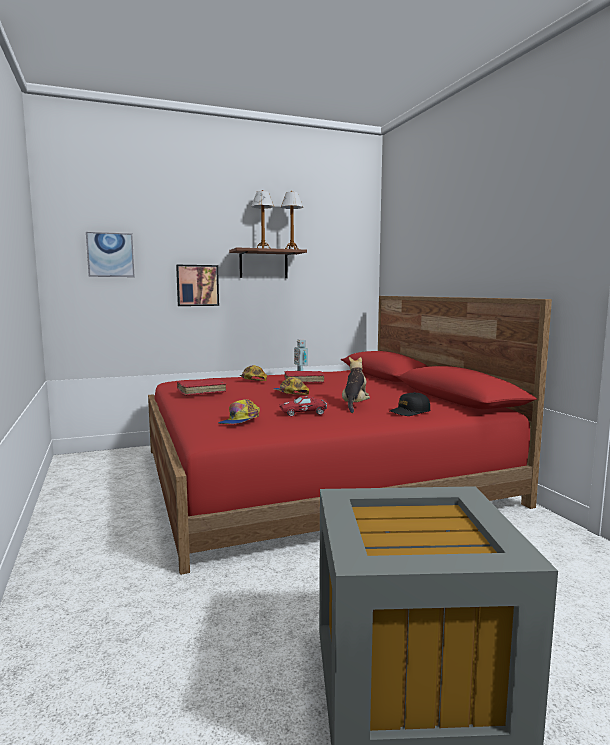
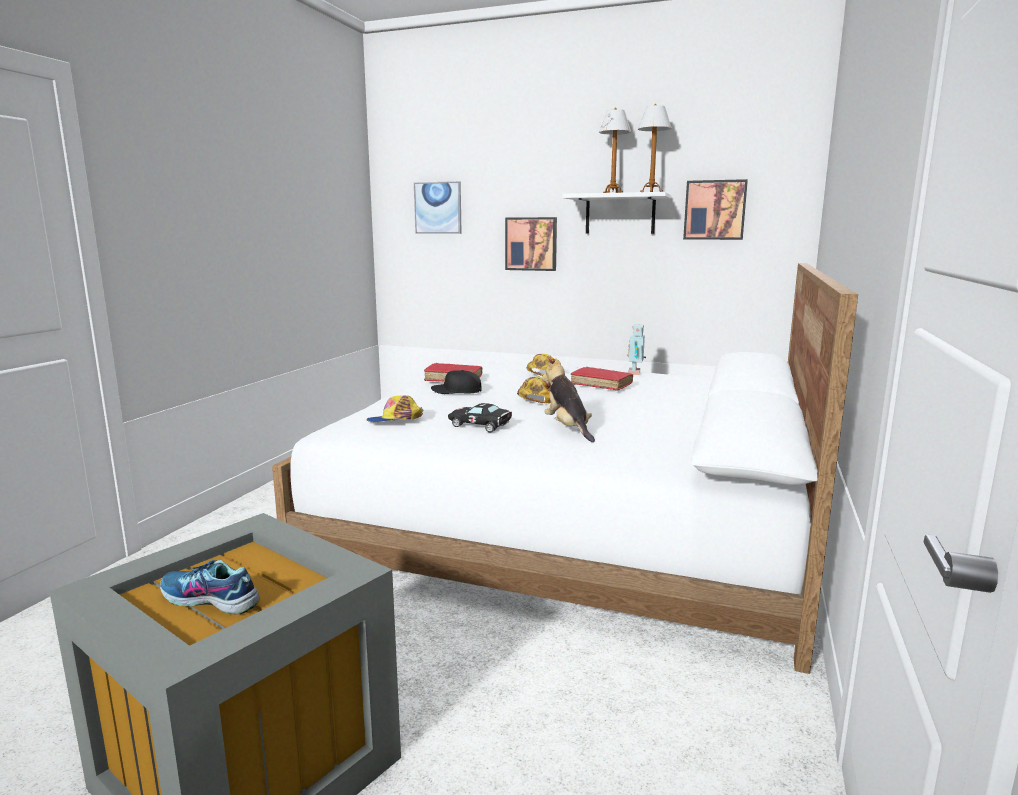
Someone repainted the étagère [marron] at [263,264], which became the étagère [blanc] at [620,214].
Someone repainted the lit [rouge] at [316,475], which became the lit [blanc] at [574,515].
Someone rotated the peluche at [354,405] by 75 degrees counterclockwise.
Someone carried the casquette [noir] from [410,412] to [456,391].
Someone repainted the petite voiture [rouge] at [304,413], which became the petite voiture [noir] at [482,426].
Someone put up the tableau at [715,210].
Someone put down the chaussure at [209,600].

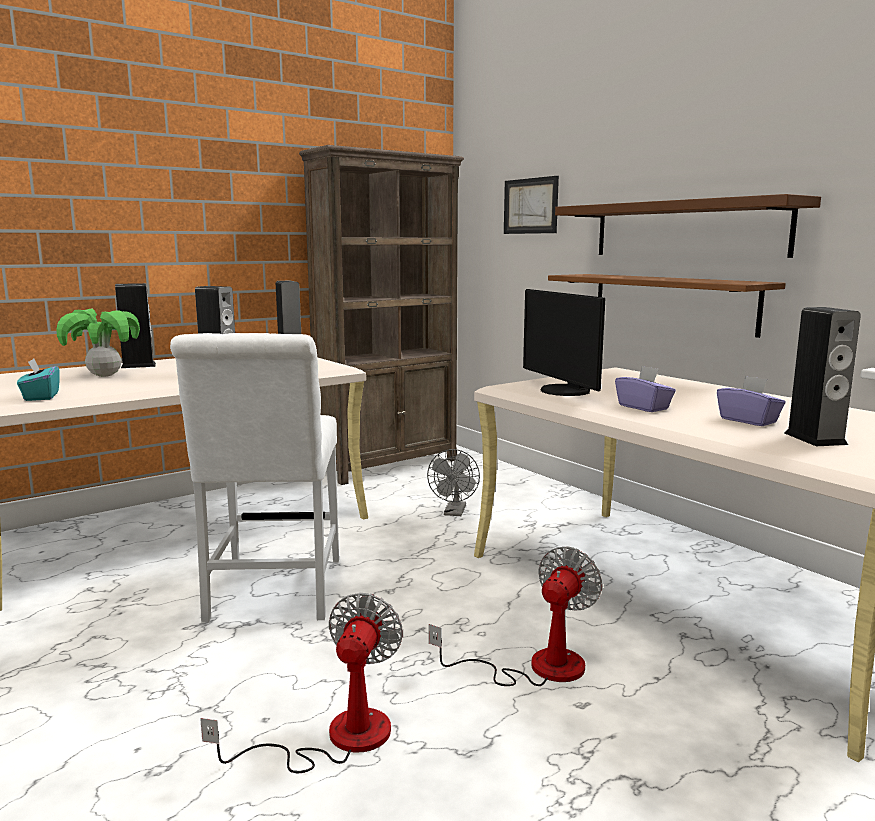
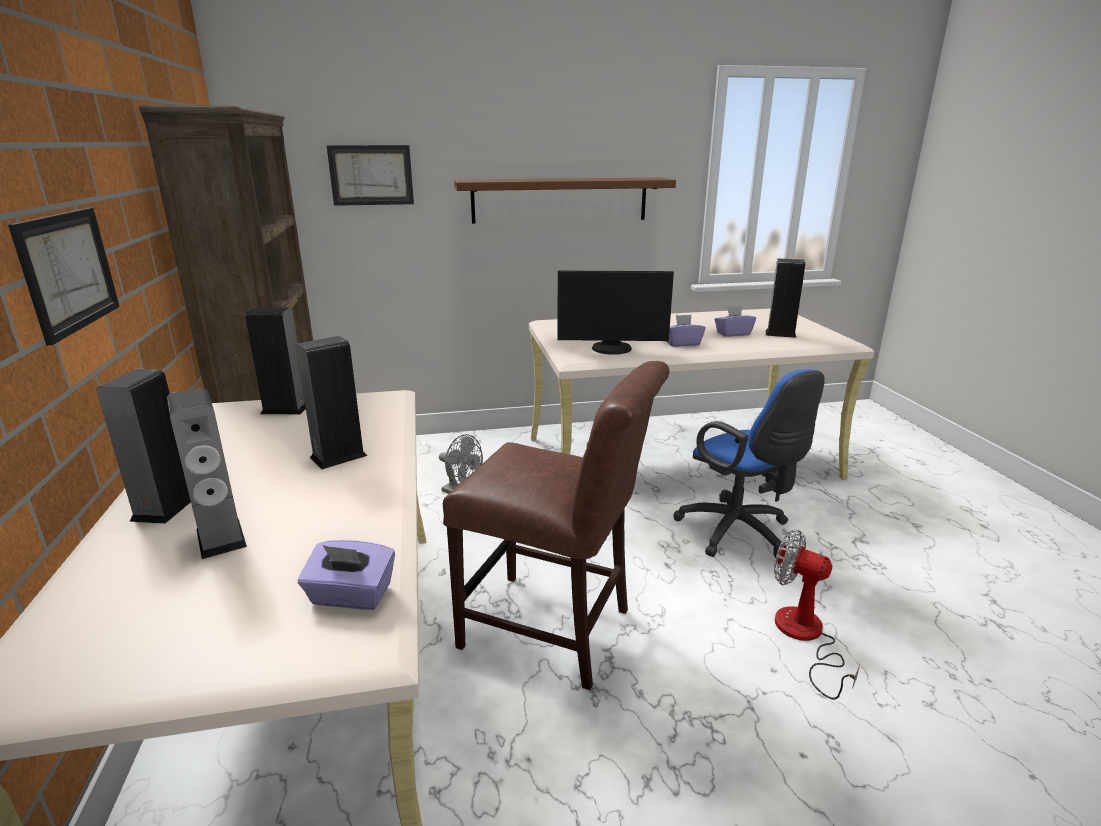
Someone took away the étagère at [672,302].
Someone swapped the plante en pot at [105,375] for the enceinte at [221,538].
Someone repainted the chaise [blanc] at [272,593], which became the chaise [marron] at [554,631].
Someone repainted the boîte à mouchoirs [turquoise] at [41,397], which became the boîte à mouchoirs [violet] at [351,596].
Someone swapped the ventilateur at [537,667] for the chaise de bureau [bleu] at [739,533].
Someone put up the tableau at [68,271].

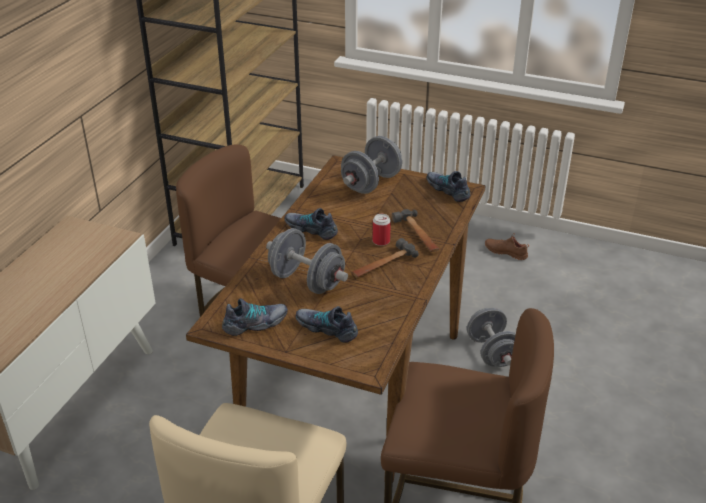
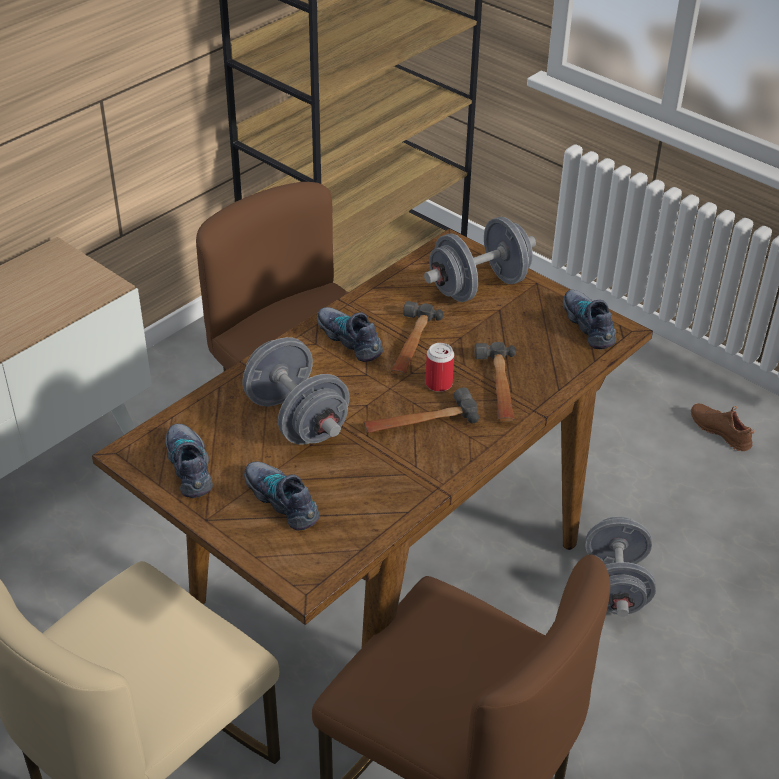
Someone rotated the chaussure at [256,324] by 105 degrees counterclockwise.
Someone put down the marteau at [411,344].

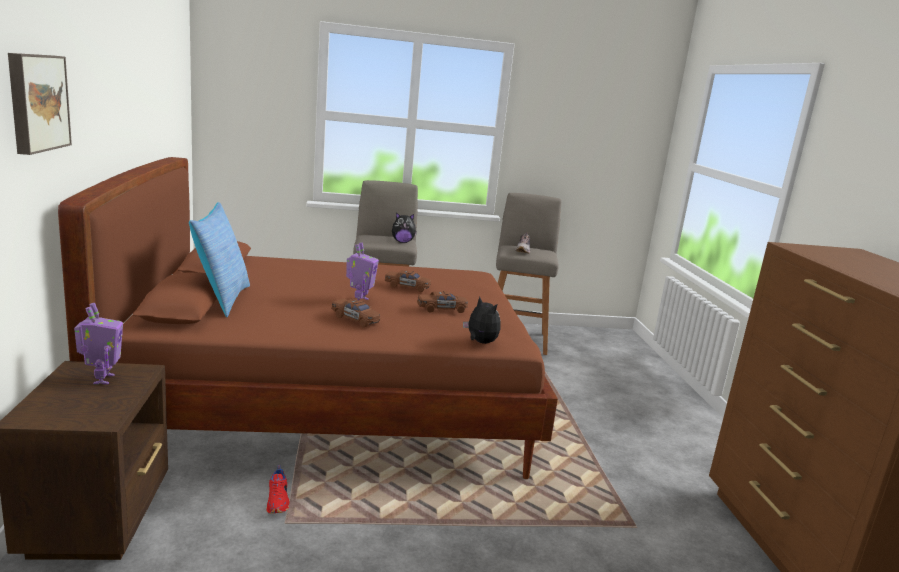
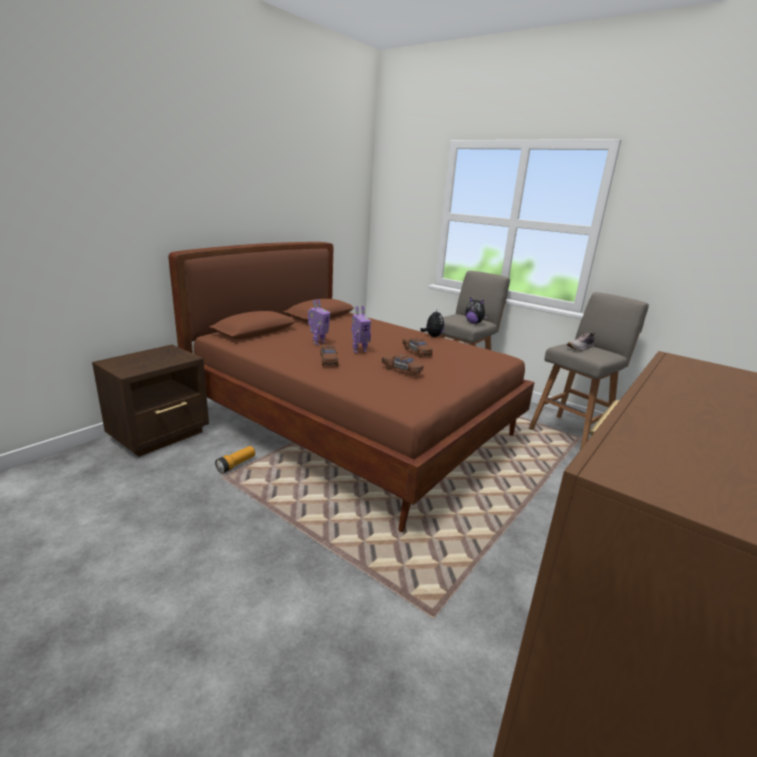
Someone took away the tableau at [36,102].
Someone took away the coussin at [221,299].
Someone carried the peluche from [480,342] to [432,336].
Someone carried the robot jouet from [102,379] to [318,342].
Someone swapped the chaussure [rouge] at [278,501] for the lampe de poche at [236,465].

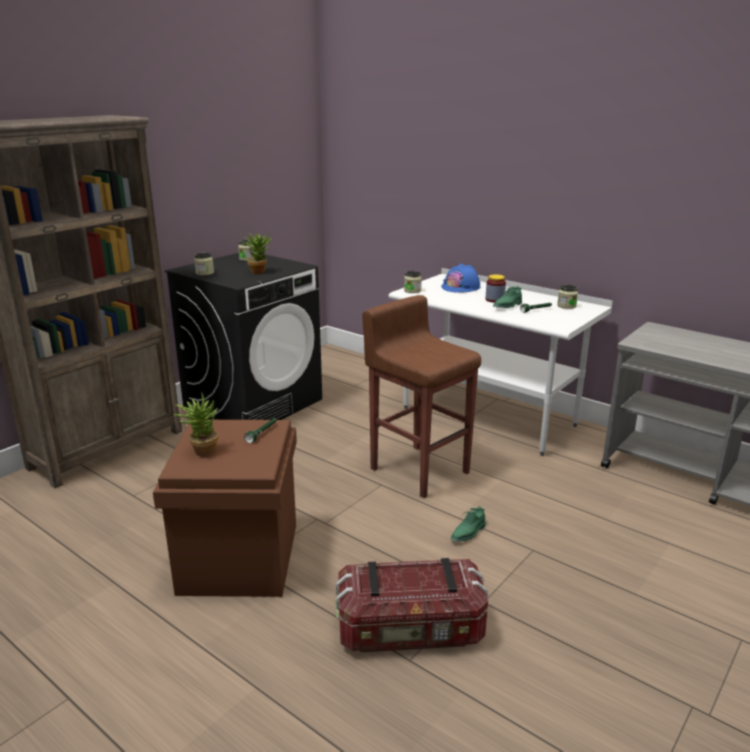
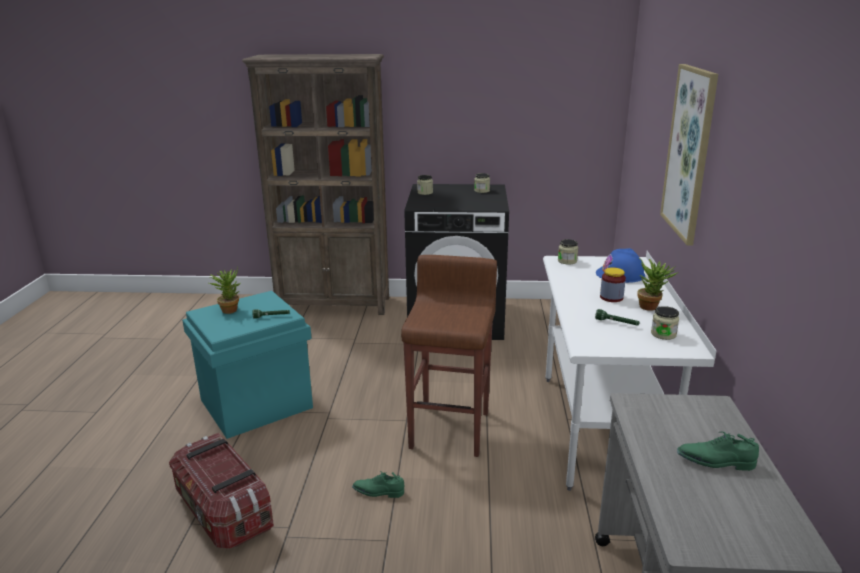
Someone carried the plante en pot from [259,271] to [651,306].
Someone carried the chaussure [vert] from [507,306] to [715,462].
Someone repainted the boîte de rangement [marron] at [240,559], which became the boîte de rangement [turquoise] at [255,404].
Someone put up the tableau at [689,152].

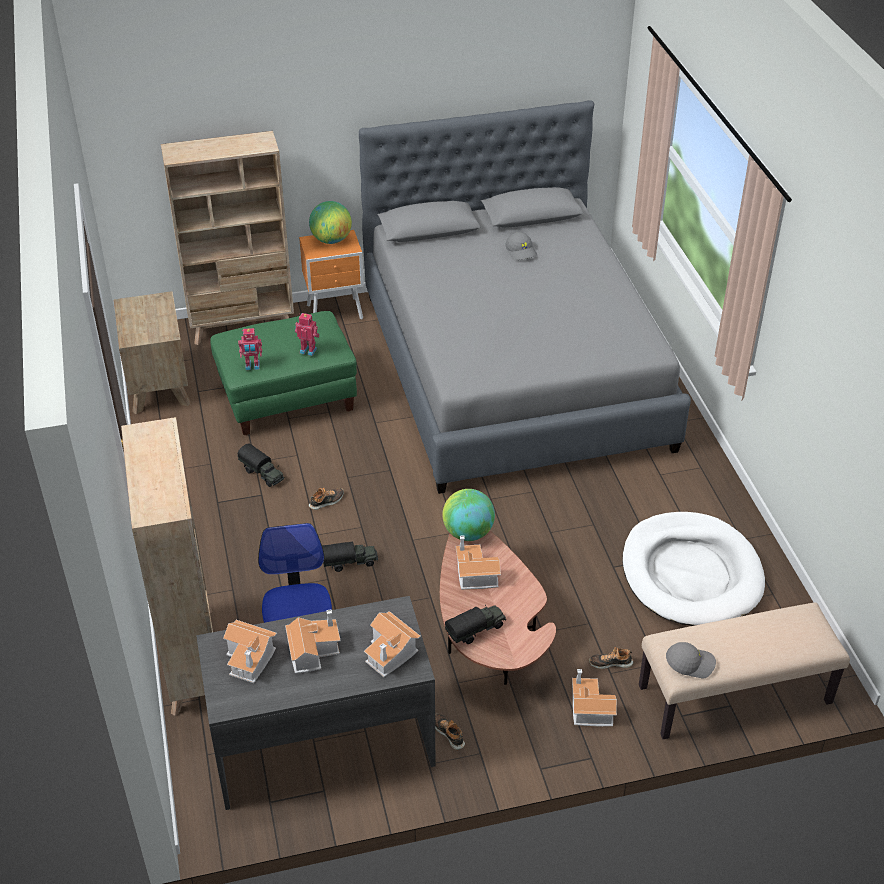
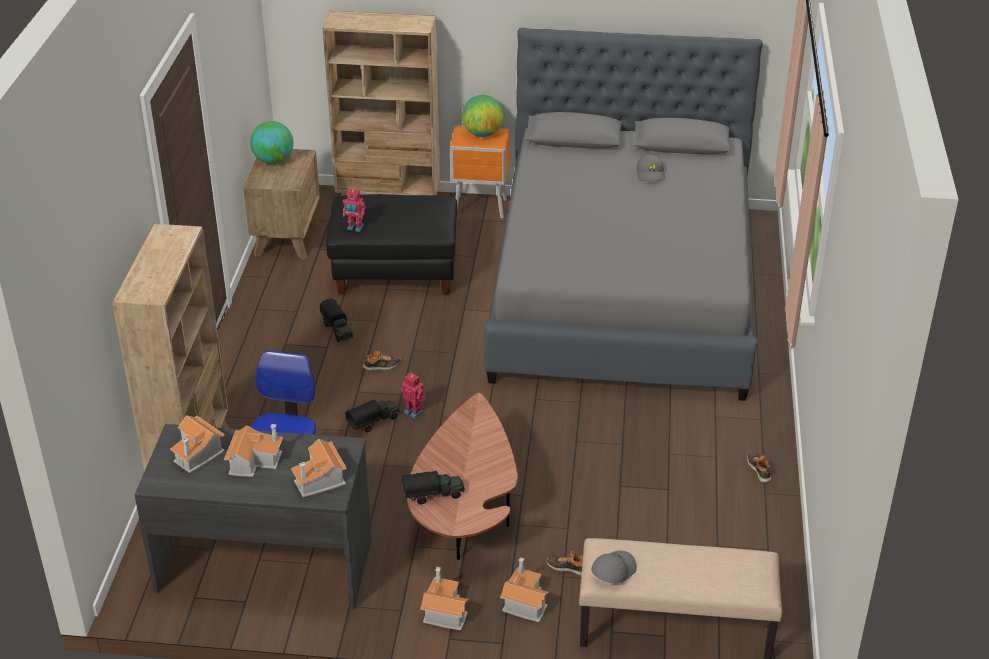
Someone repainted the pouf [vert] at [287,398], which became the pouf [noir] at [395,271].
Someone carried the robot jouet from [308,350] to [414,411].
Someone carried the globe from [468,533] to [273,161].
Someone took away the panier pour chien [blanc] at [691,574].
Someone carried the maison miniature from [474,574] to [443,610].
Someone rotated the camion jouet at [350,562] by 45 degrees counterclockwise.
Someone rotated the casquette [gris] at [690,663] by 75 degrees counterclockwise.
Someone carried the chaussure from [449,733] to [759,470].

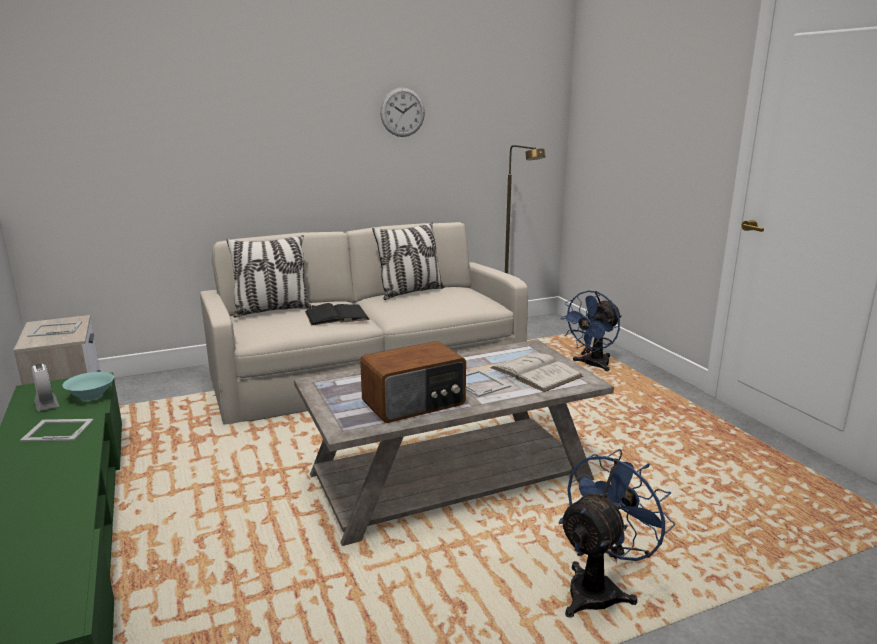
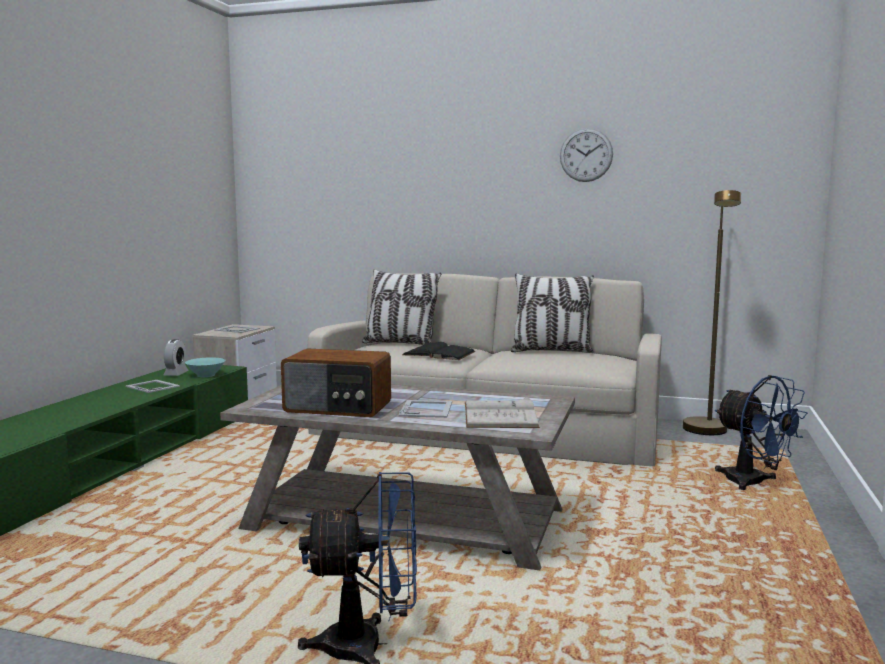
Someone rotated the ventilateur [bleu] at [592,365] by 120 degrees counterclockwise.

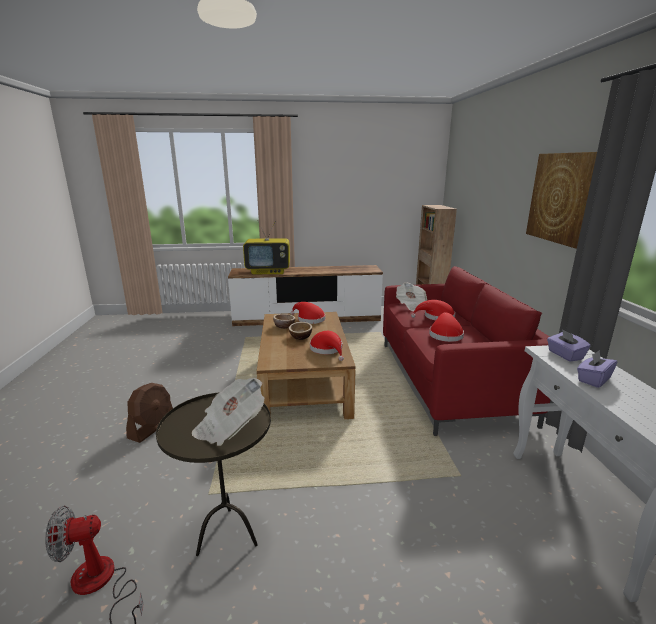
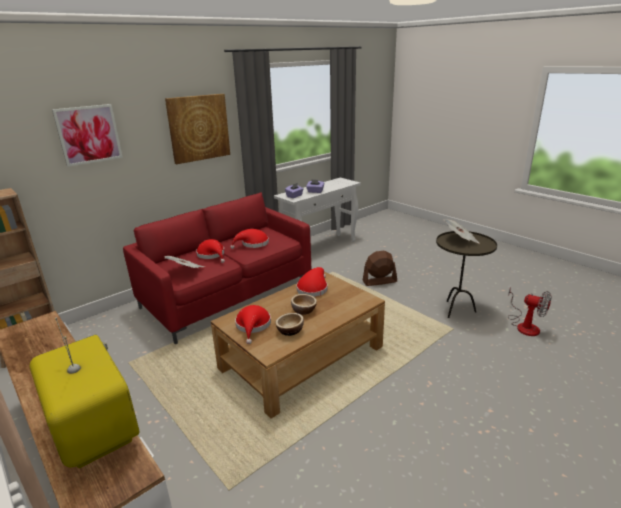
Someone carried the ventilateur [marron] from [152,427] to [379,281].
Someone put up the tableau at [89,134].

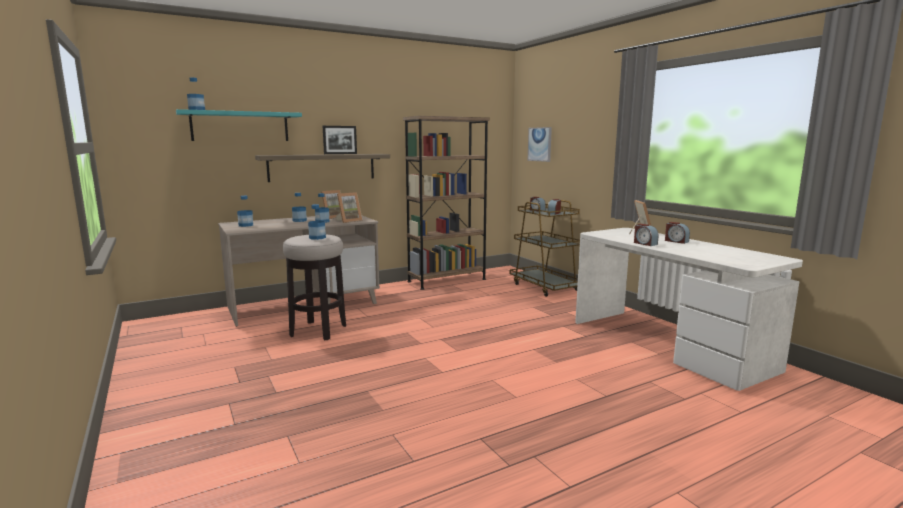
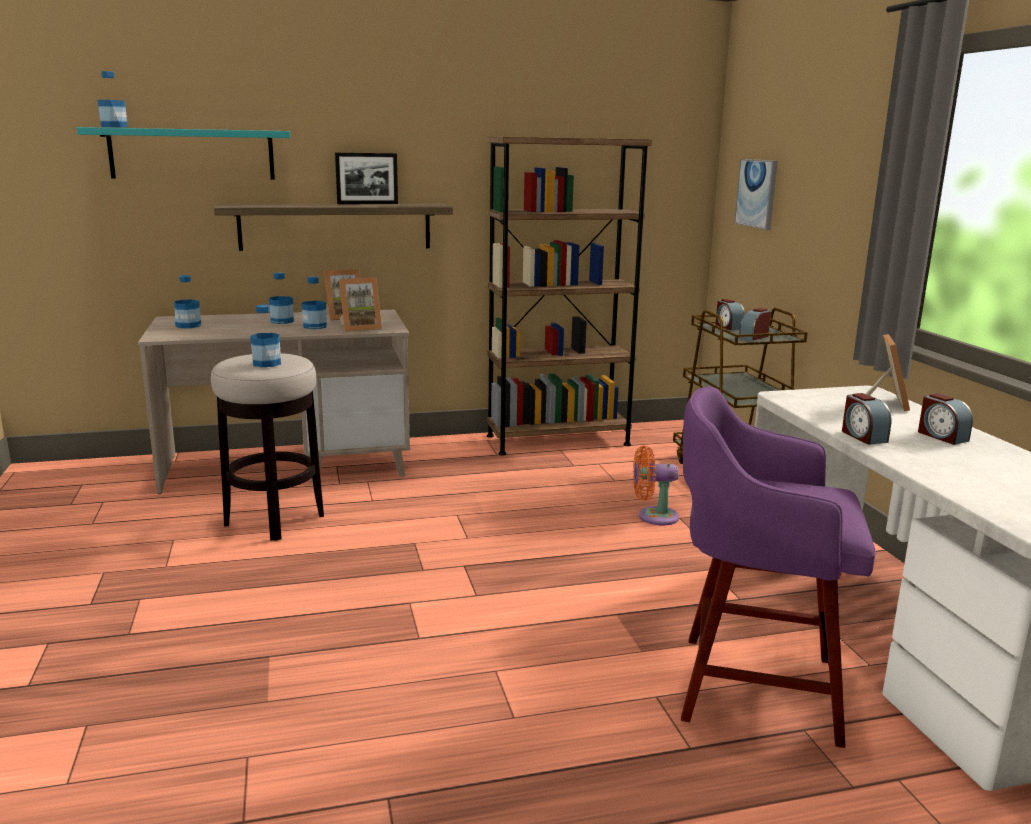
Someone put down the tabouret [violet] at [751,686].
Someone put down the ventilateur [orange] at [653,516].

